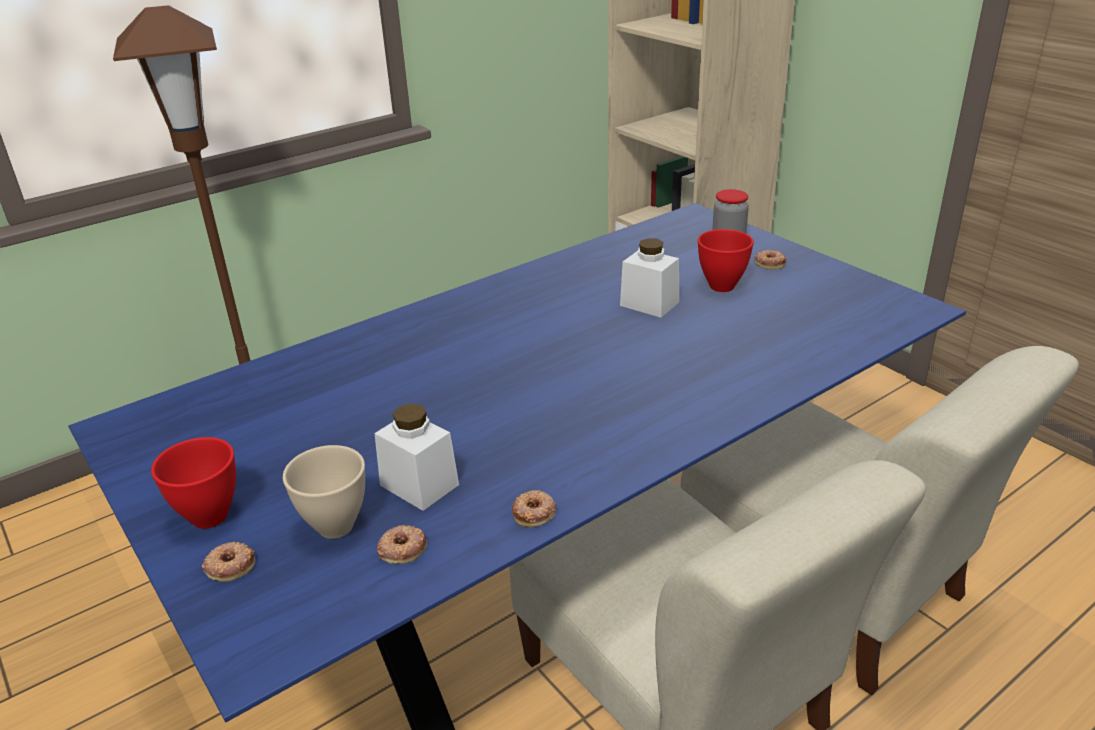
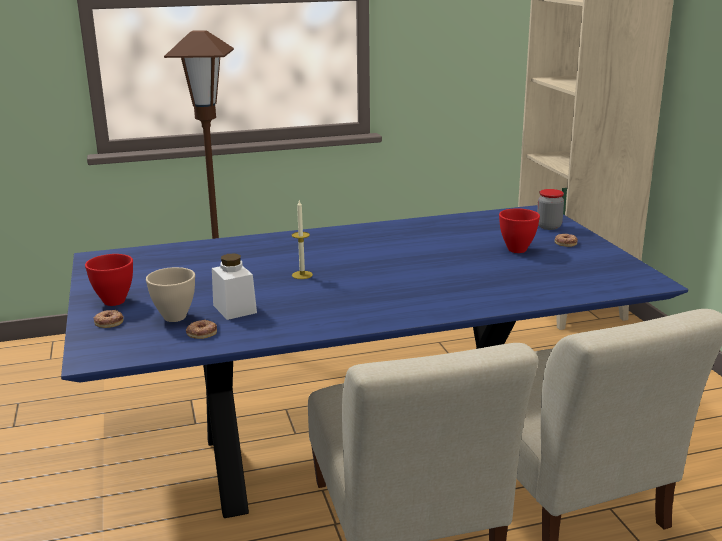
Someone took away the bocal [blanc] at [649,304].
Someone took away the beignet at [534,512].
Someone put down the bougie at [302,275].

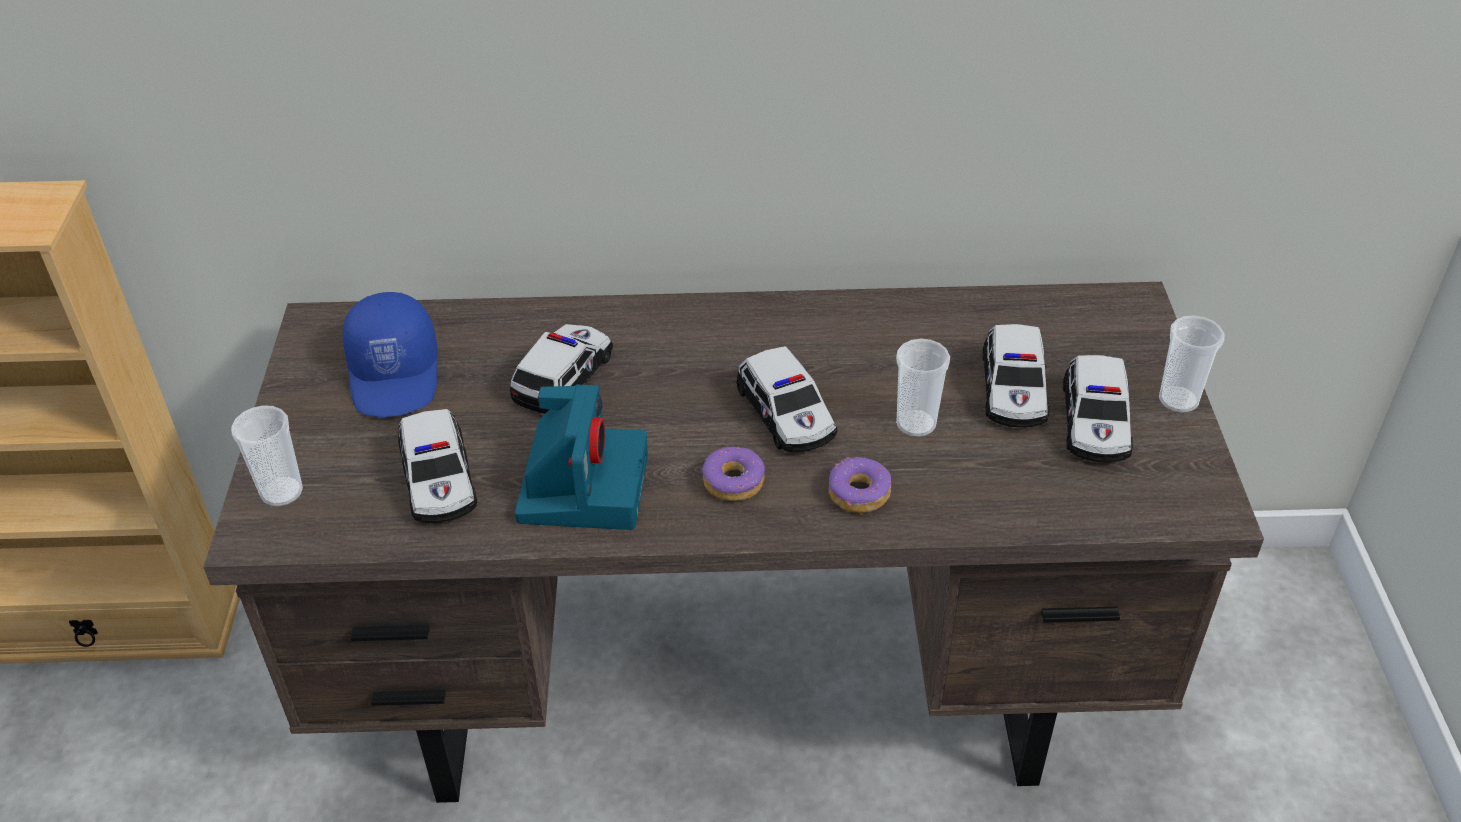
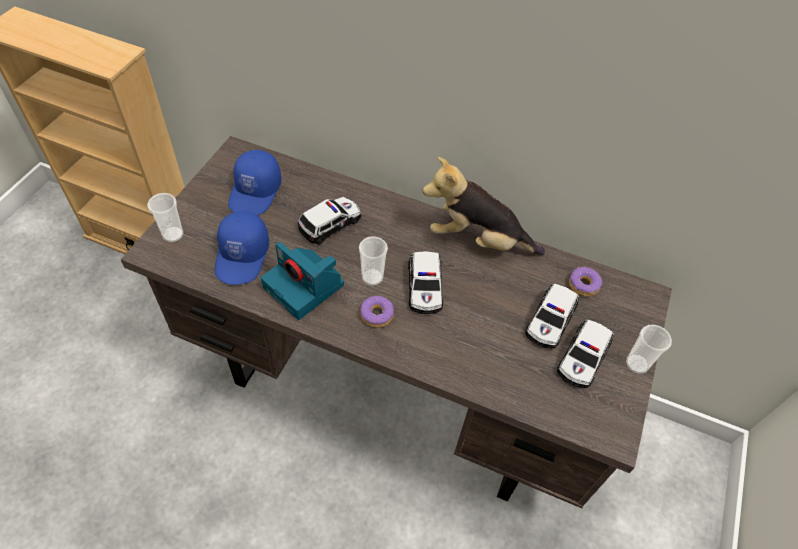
Someone carried the tasse from [916,424] to [372,277].
Someone rotated the appareil photo at [582,485] by 105 degrees clockwise.
Someone swapped the petite voiture at [438,479] for the casquette [bleu] at [243,256].
Someone carried the beignet from [858,494] to [583,285].
Someone put down the peluche at [477,240].

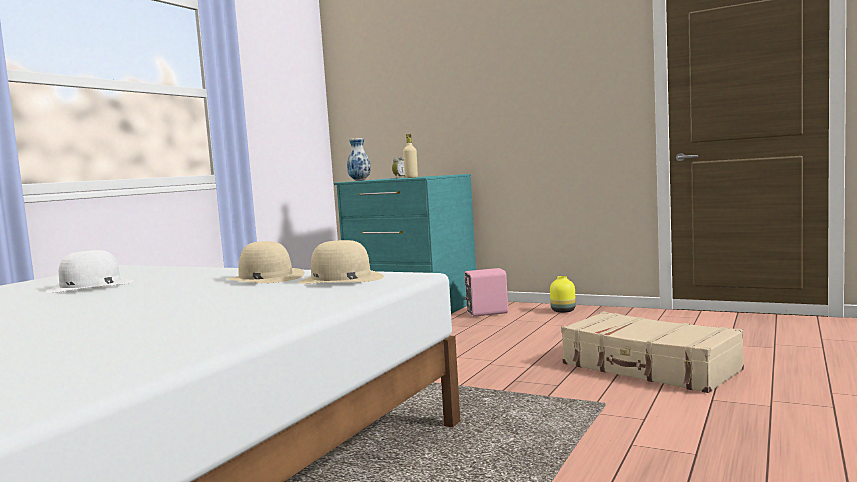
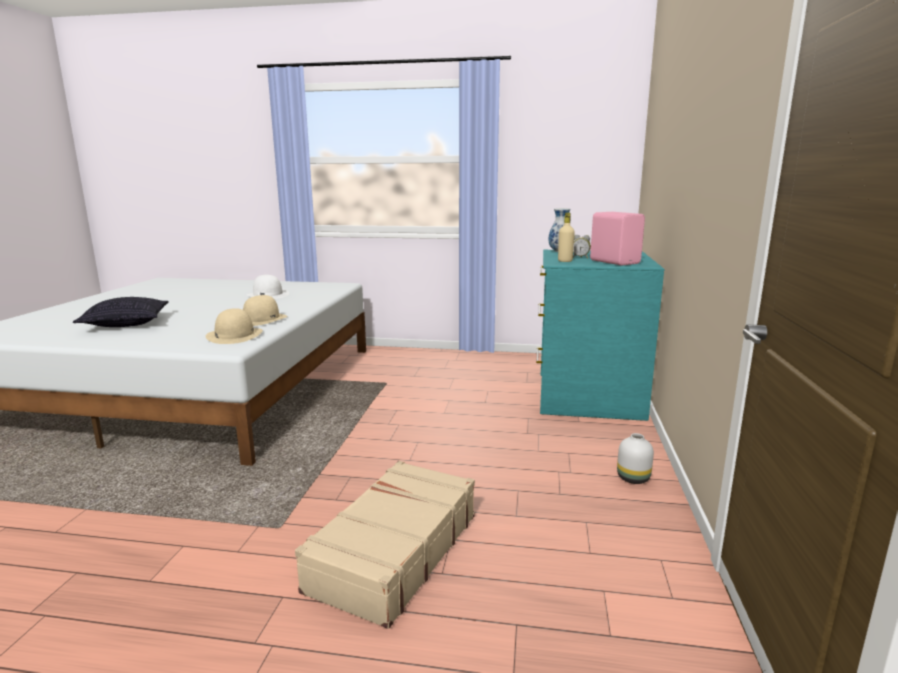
Someone carried the enceinte [rose] from [486,313] to [615,262].
Someone repainted the vase [jaune] at [564,311], which became the vase [blanc] at [633,479].
Someone put down the coussin at [127,323].

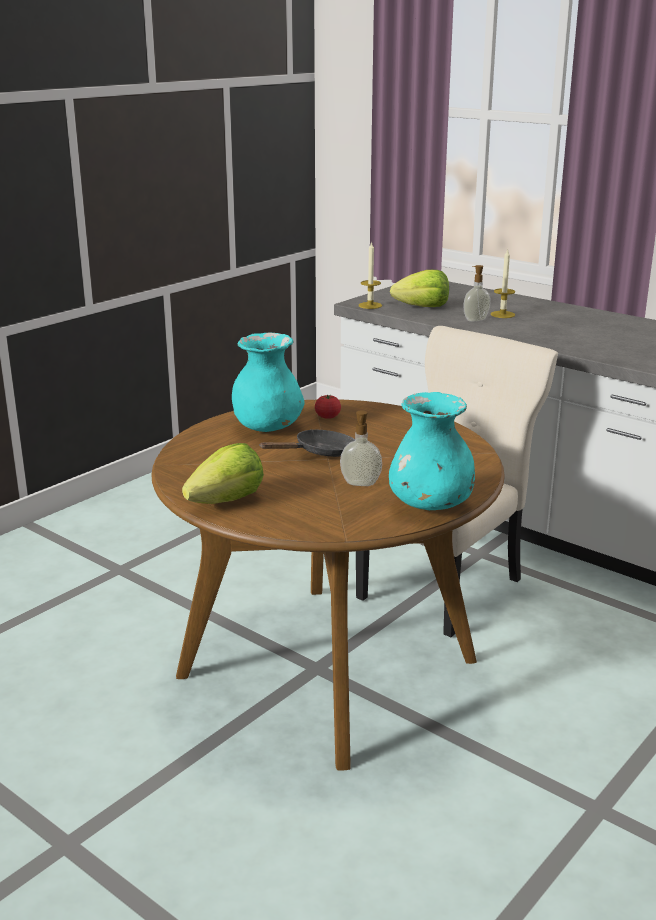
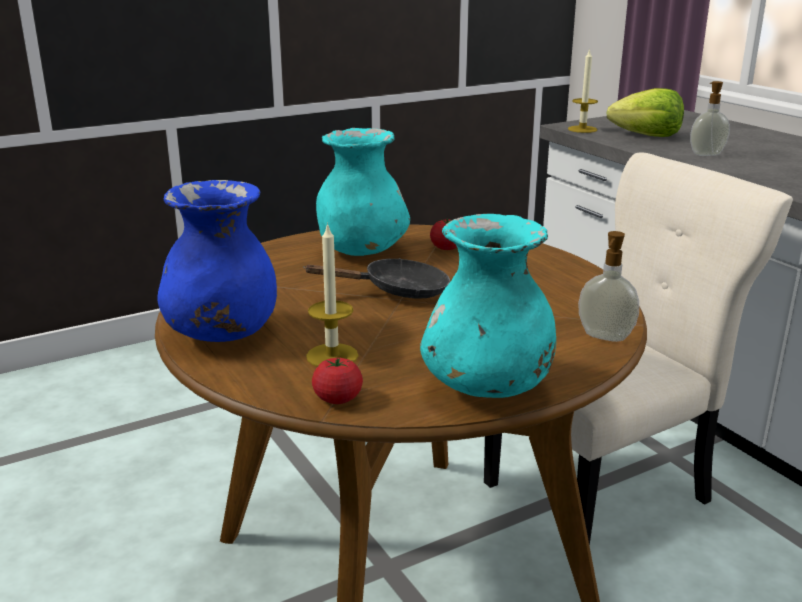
Someone carried the bougie from [502,314] to [332,356].
Someone carried the distributeur de savon from [360,484] to [604,337].
Someone swapped the laitue at [227,501] for the vase [bleu] at [222,334].
Someone put down the tomate at [338,399].

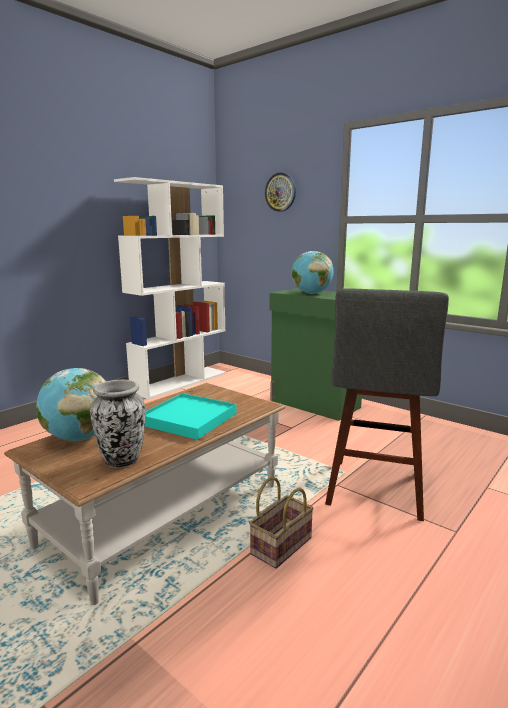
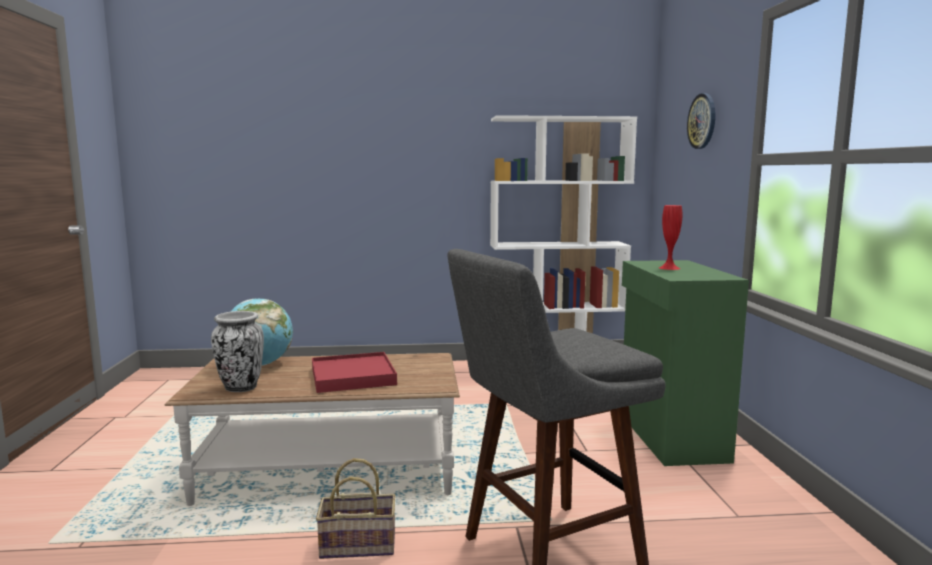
Someone swapped the globe at [311,293] for the vase [rouge] at [669,268].
Someone repainted the plateau [turquoise] at [189,419], which became the plateau [rouge] at [352,376].

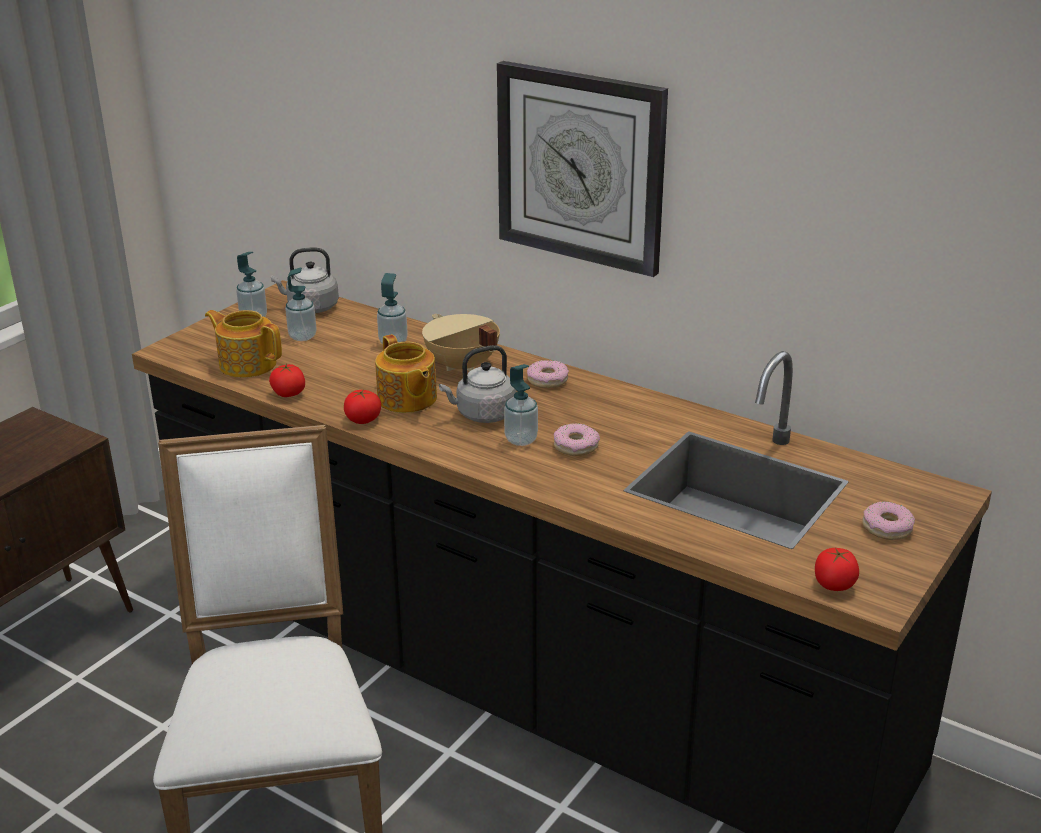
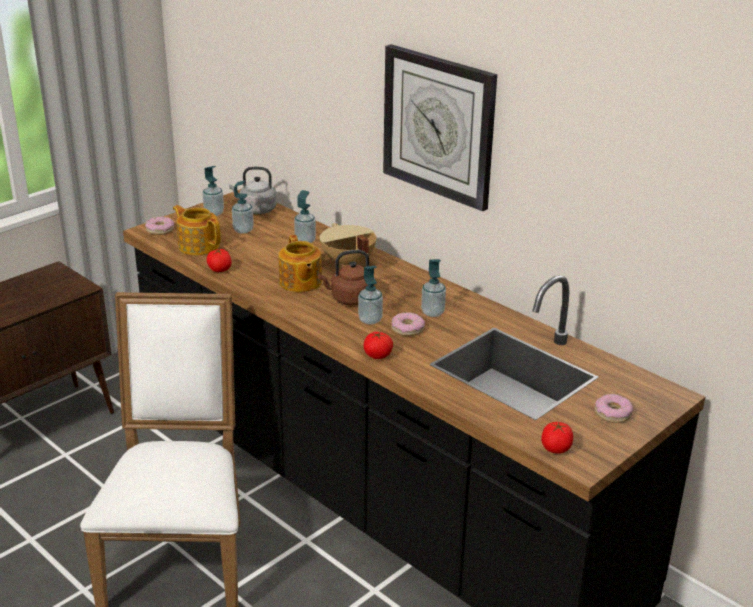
Someone repainted the bouilloire [gris] at [483,415], which became the bouilloire [marron] at [349,299].
Someone carried the beignet from [547,380] to [160,230].
Someone carried the tomate from [363,420] to [378,355].
Someone put down the distributeur de savon at [432,312].

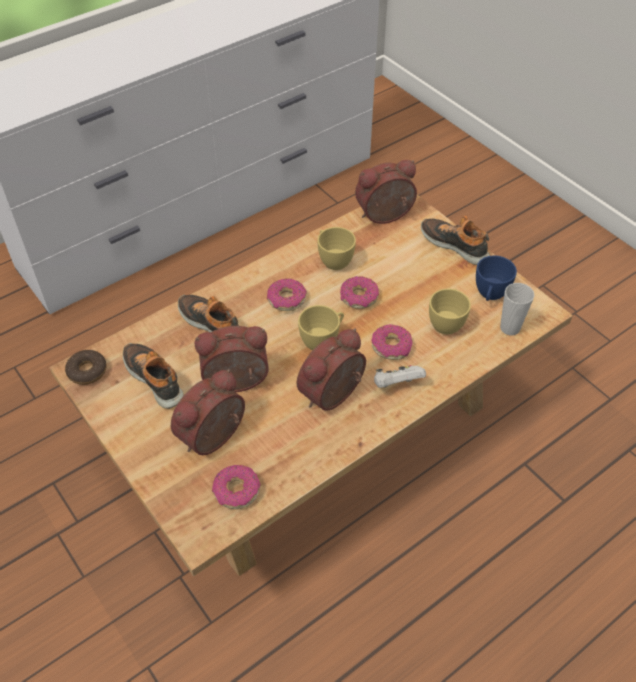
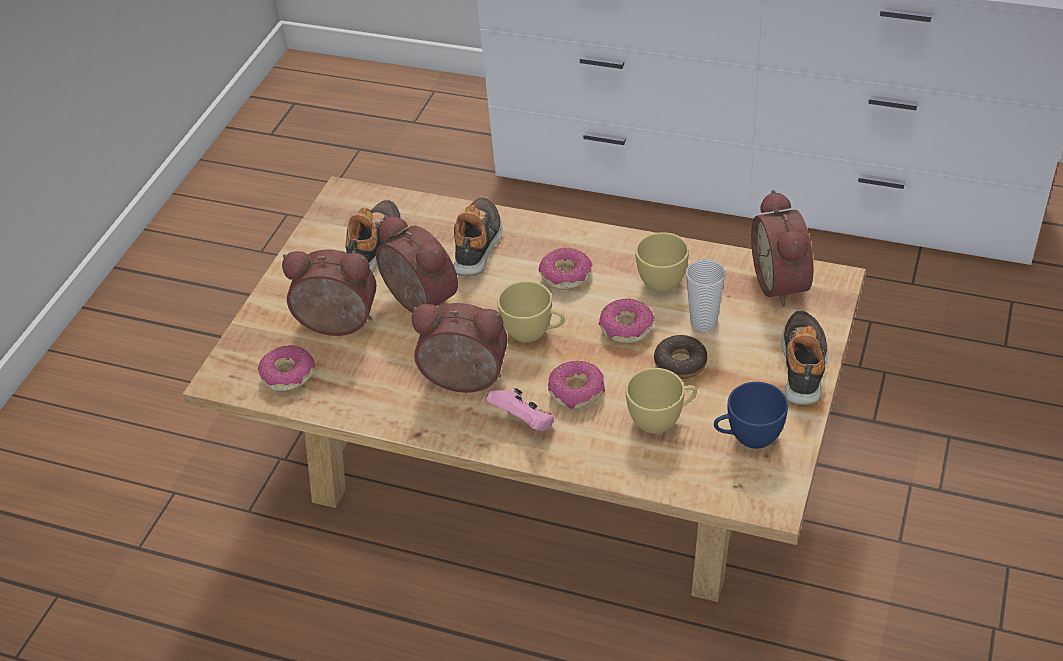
Someone rotated the réveil at [385,217] by 135 degrees counterclockwise.
Someone carried the tasse from [510,328] to [703,322].
Someone carried the beignet from [87,371] to [680,363].
Someone repainted the manette [blanc] at [396,385], which became the manette [rose] at [524,423].

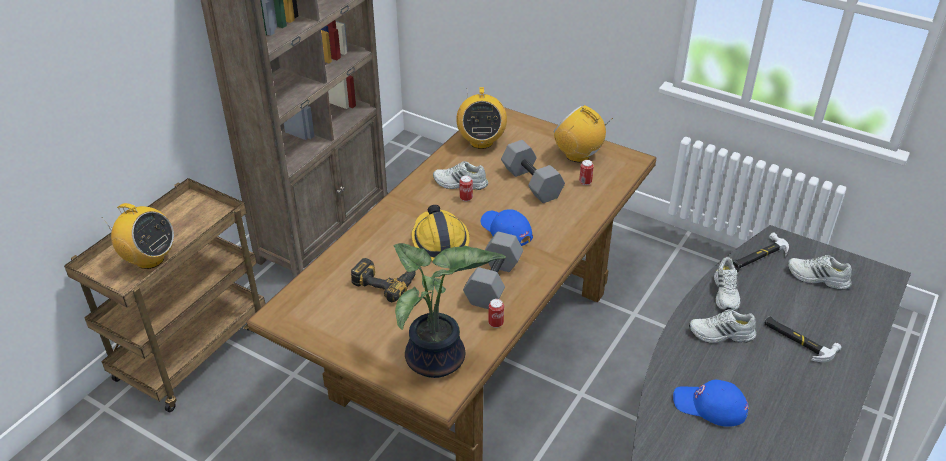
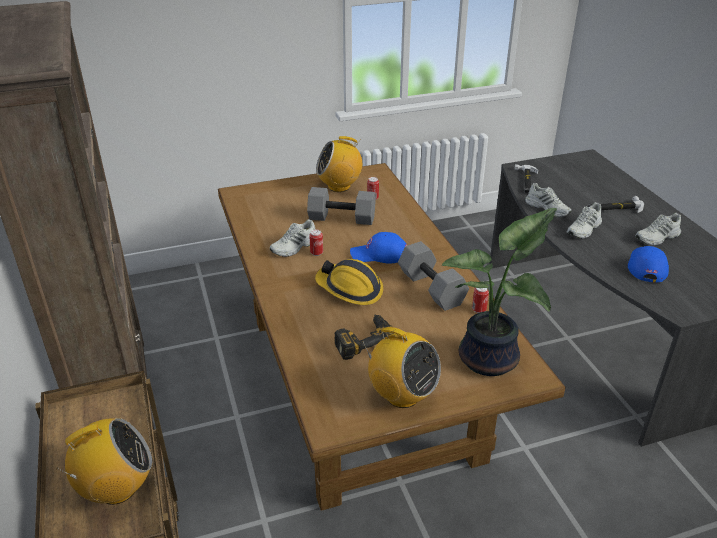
Someone carried the radio from [481,142] to [402,395].
Someone carried the chaussure [blanc] from [817,278] to [657,238].
Someone rotated the casquette [bleu] at [710,406] by 135 degrees clockwise.

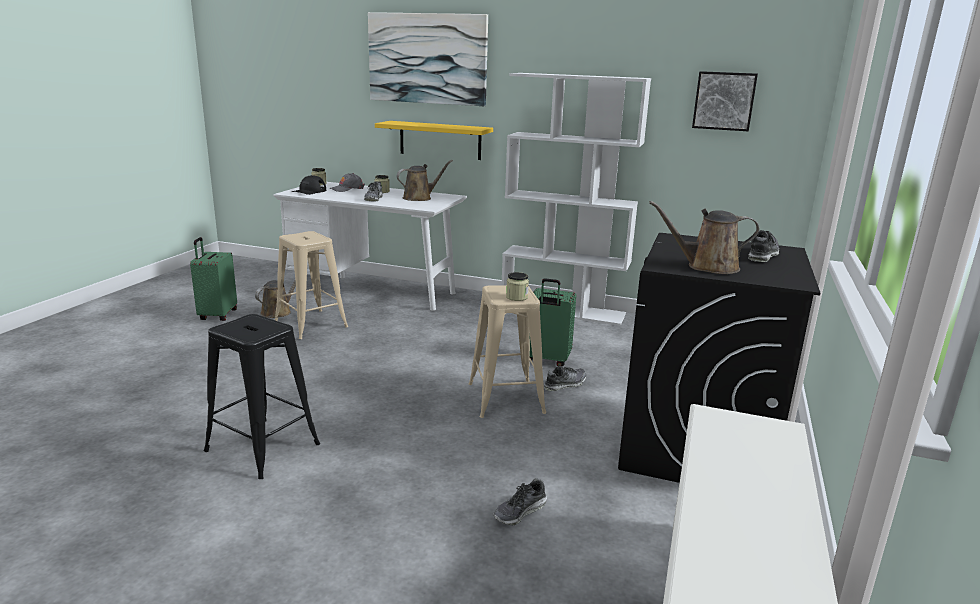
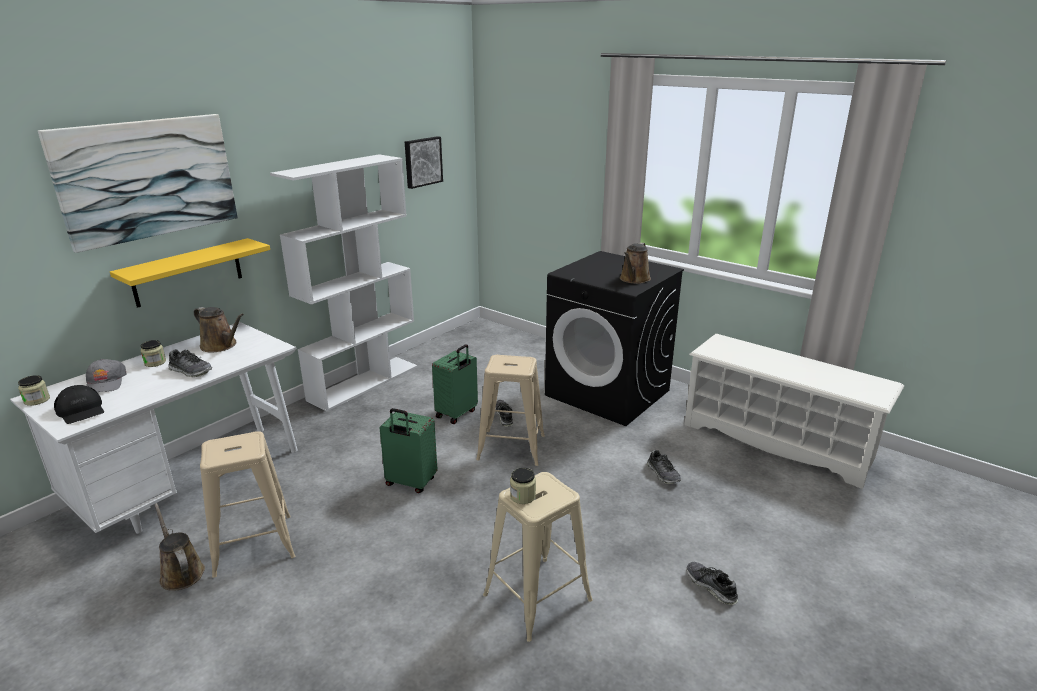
Someone rotated the arrosoir [marron] at [420,198] by 135 degrees clockwise.
Someone carried the chaussure from [762,255] to [711,587].
Someone carried the valise [vert] from [217,315] to [410,483].
Someone carried the bocal from [517,297] to [522,496].
Someone repainted the tabouret [noir] at [262,447], which became the tabouret [beige] at [537,598].

